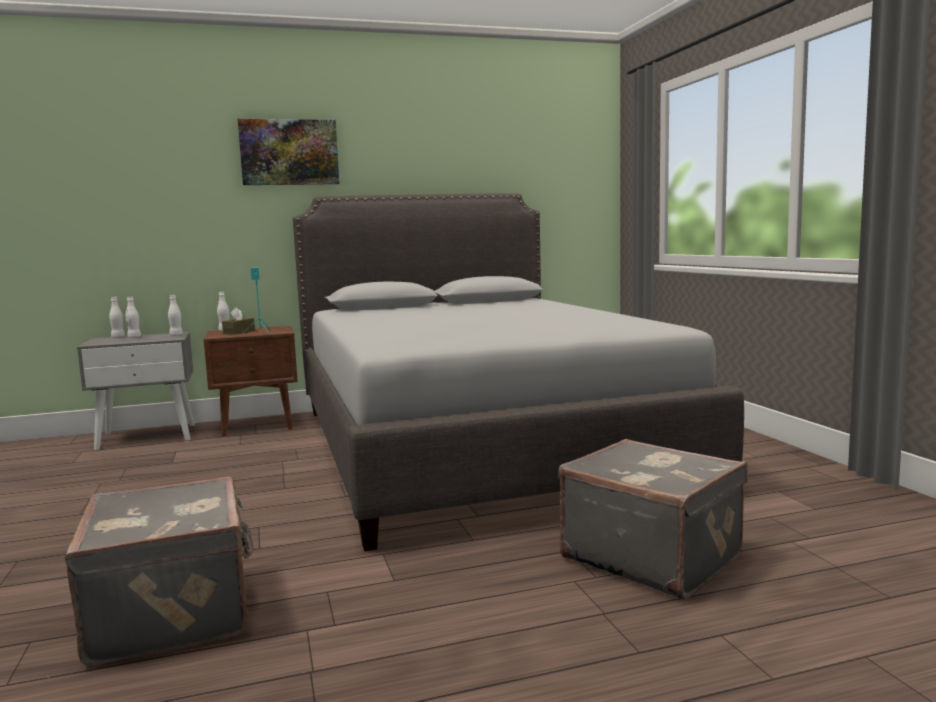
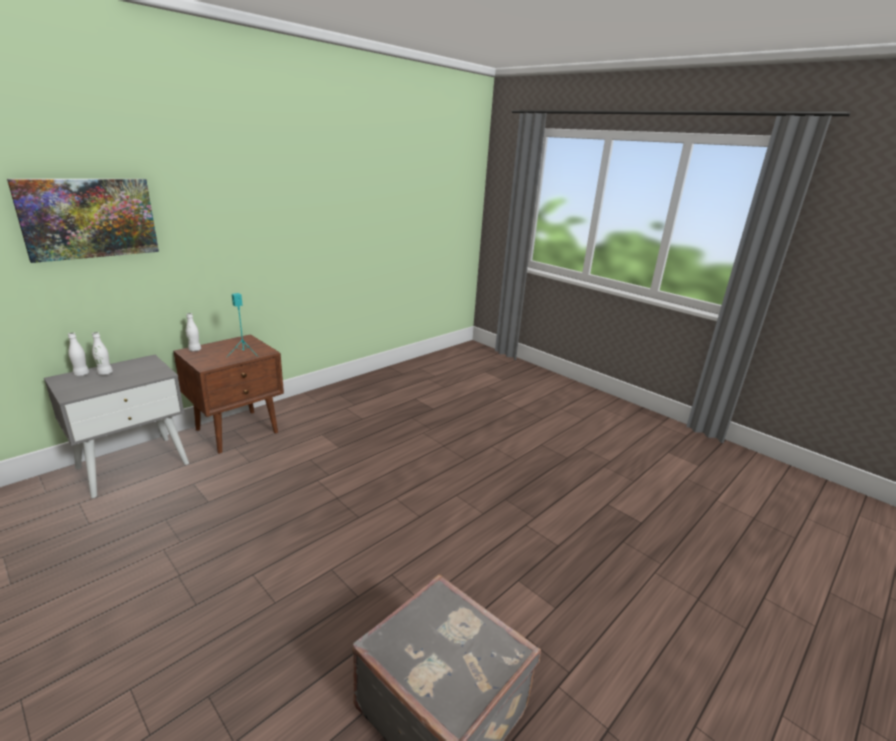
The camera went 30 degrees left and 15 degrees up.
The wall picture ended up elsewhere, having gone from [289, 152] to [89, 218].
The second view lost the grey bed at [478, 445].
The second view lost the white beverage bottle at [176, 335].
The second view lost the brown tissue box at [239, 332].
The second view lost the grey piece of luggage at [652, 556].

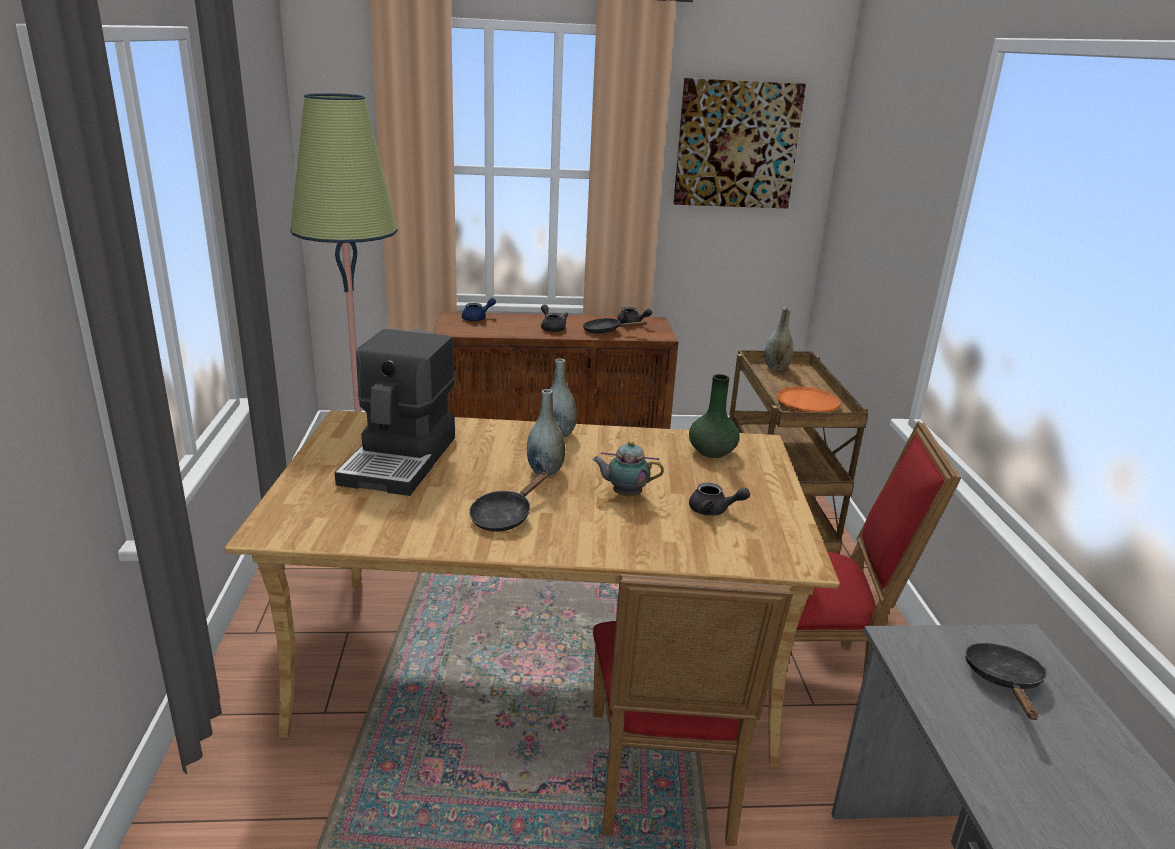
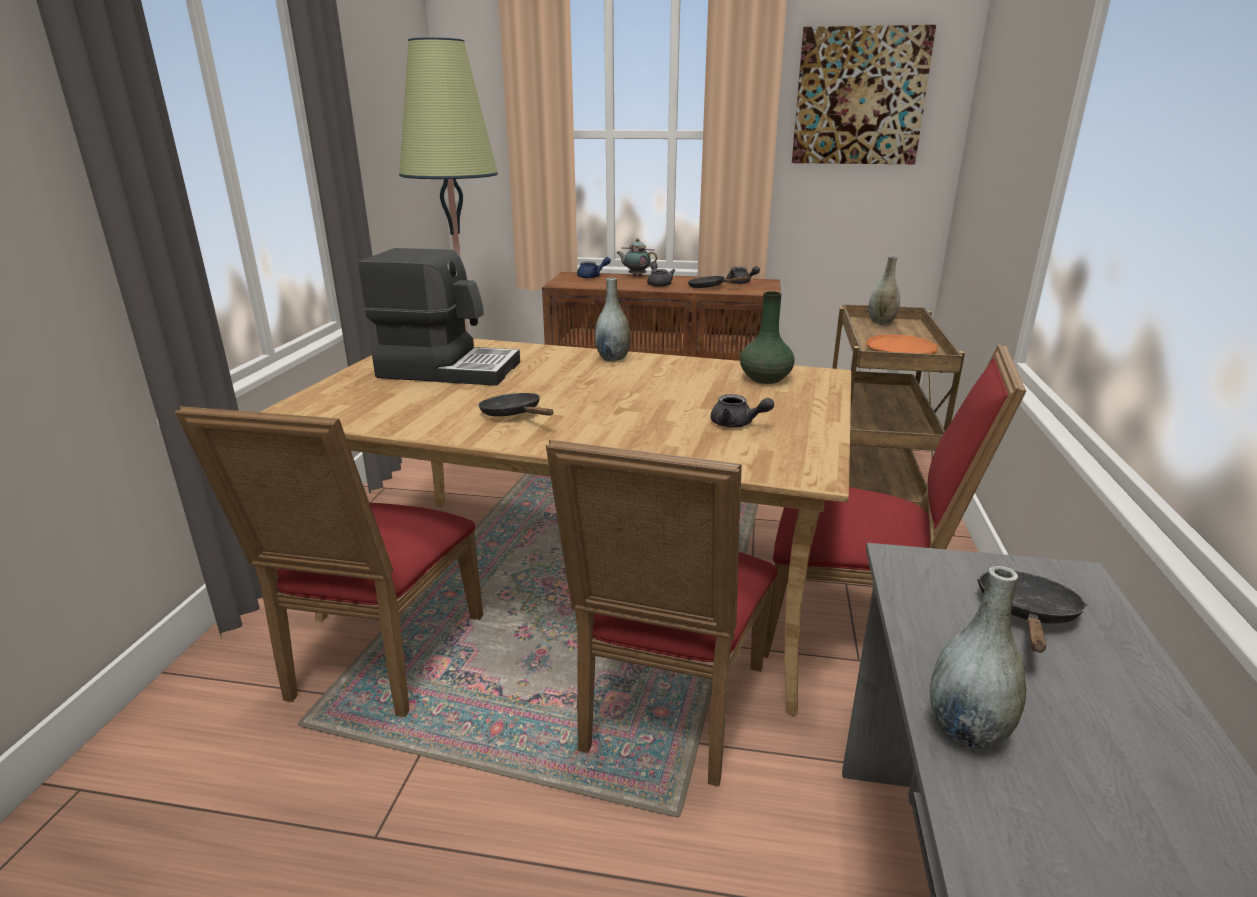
The camera went 15 degrees right and 0 degrees up.
The coffee maker at [401, 460] ended up facing another way, 105 degrees counterclockwise from before.
The grey decorative vase ended up elsewhere, having gone from [545, 471] to [966, 731].
The tea pot ended up elsewhere, having gone from [624, 494] to [636, 276].
The black frying pan at [504, 516] ended up facing another way, 90 degrees clockwise from before.
The second view gained the reddish chair at [378, 662].

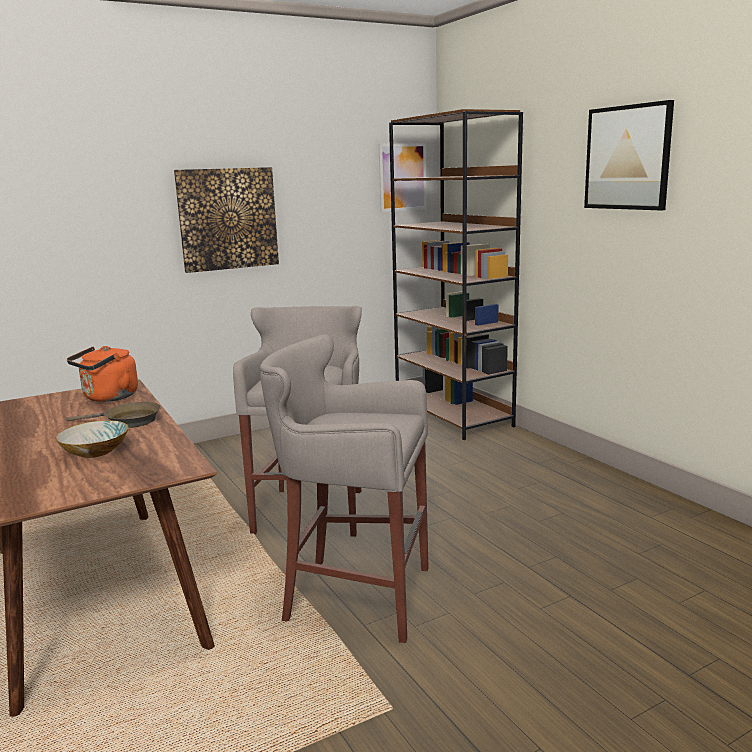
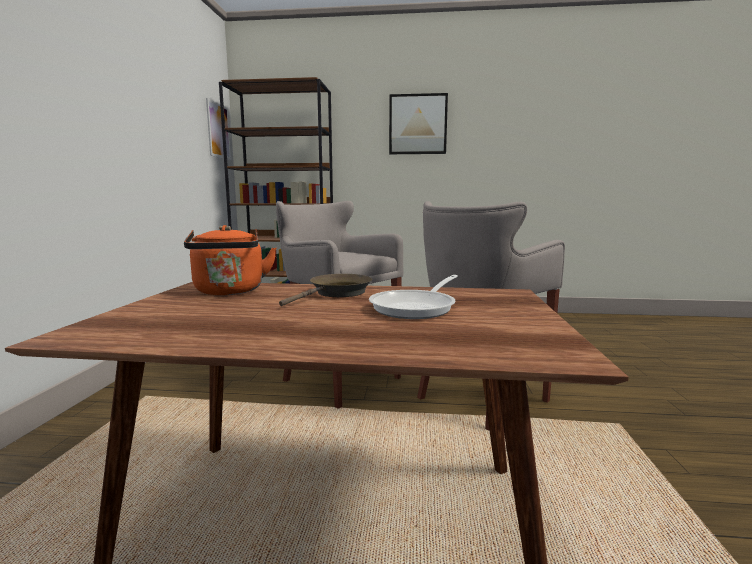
The camera went 55 degrees left and 5 degrees down.
The second view lost the wall picture at [227, 219].
Where the serving bowl stood at [95, 452], the frying pan came to stand at [417, 307].

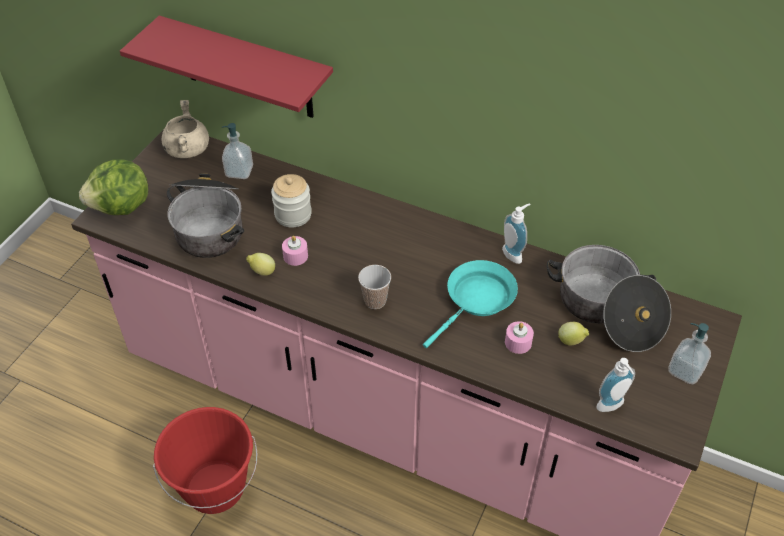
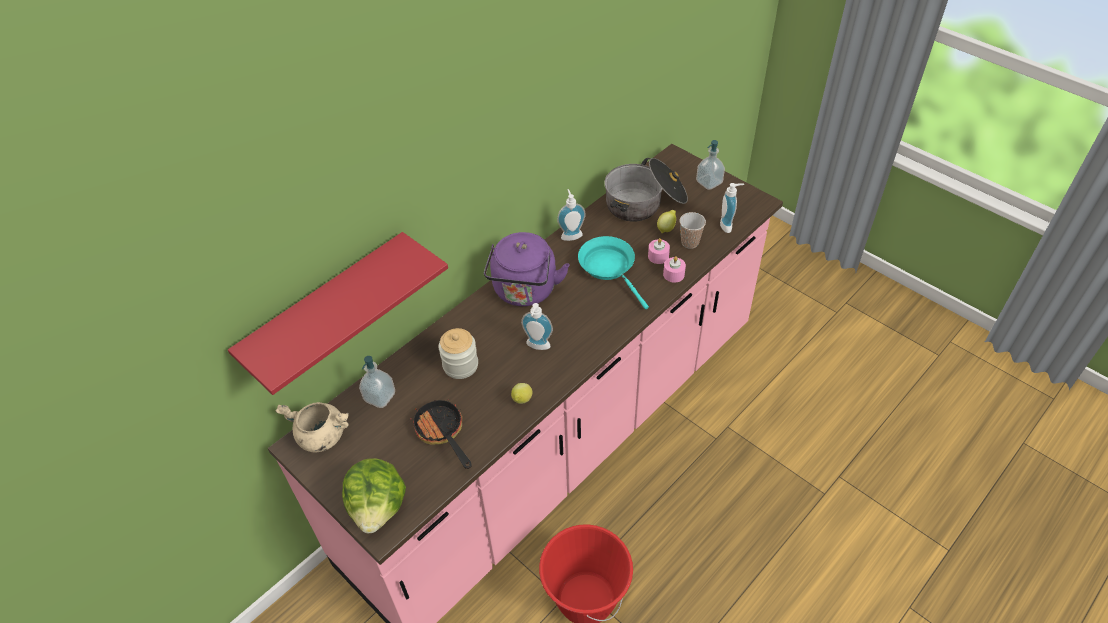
The camera went 70 degrees left and 0 degrees up.
Where the stockpot stood at [209, 225], the frying pan came to stand at [442, 432].
The pink wax light ended up elsewhere, having gone from [295, 256] to [673, 274].
The drinking cup ended up elsewhere, having gone from [375, 301] to [690, 242].
The second view gained the purplish water kettle at [524, 292].
The second view gained the soap dispenser at [537, 347].

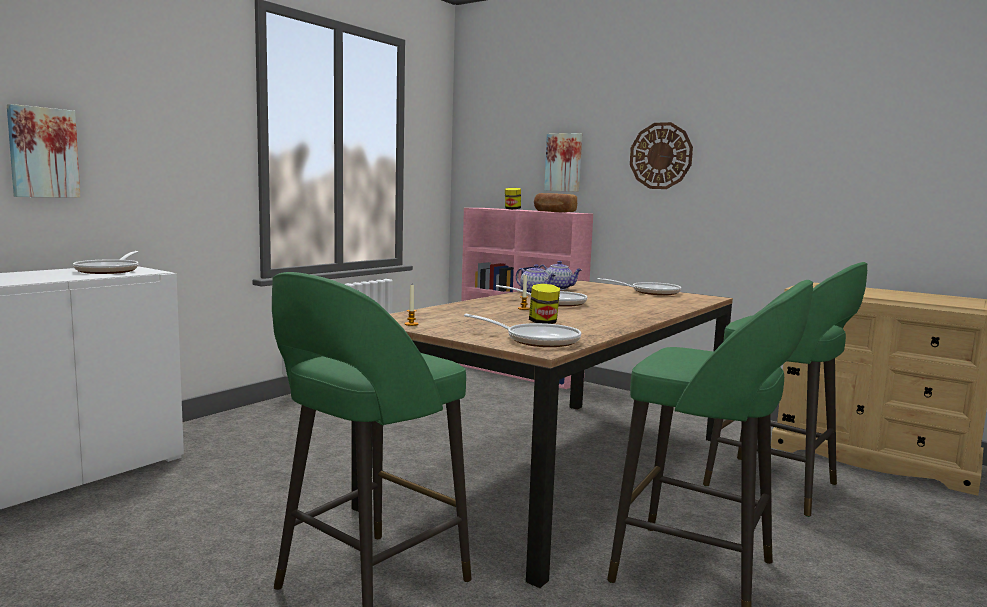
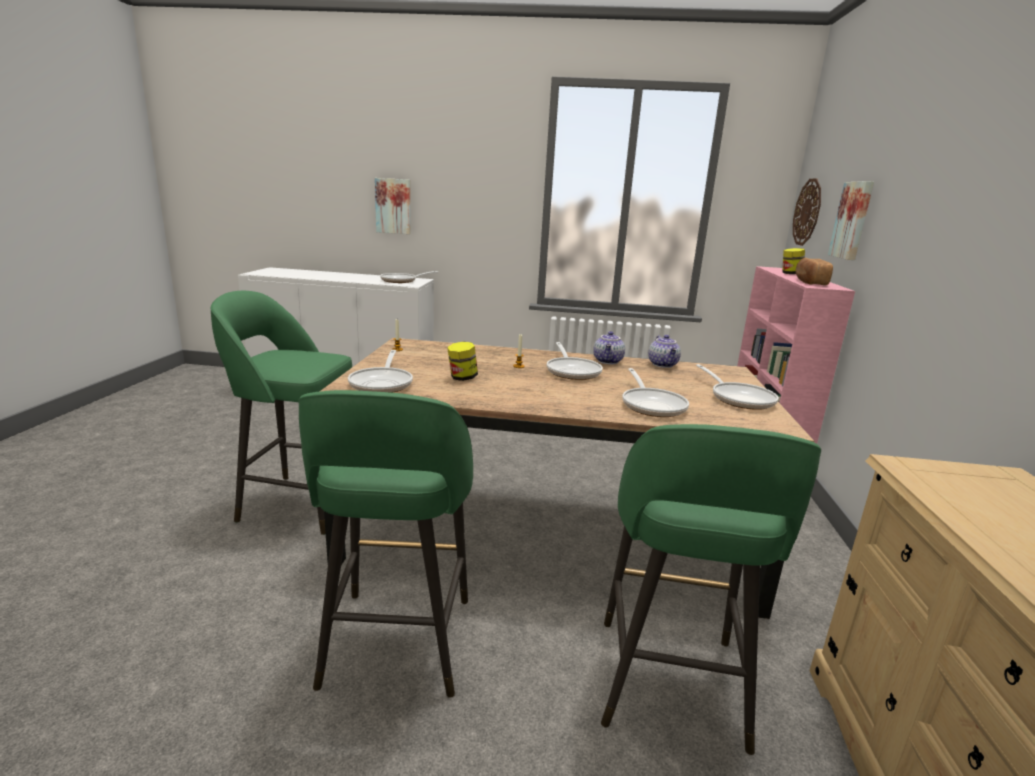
The camera went 60 degrees right and 10 degrees up.
The clock on the wall ended up elsewhere, having gone from [661, 156] to [807, 212].
The second view gained the frying pan at [652, 405].

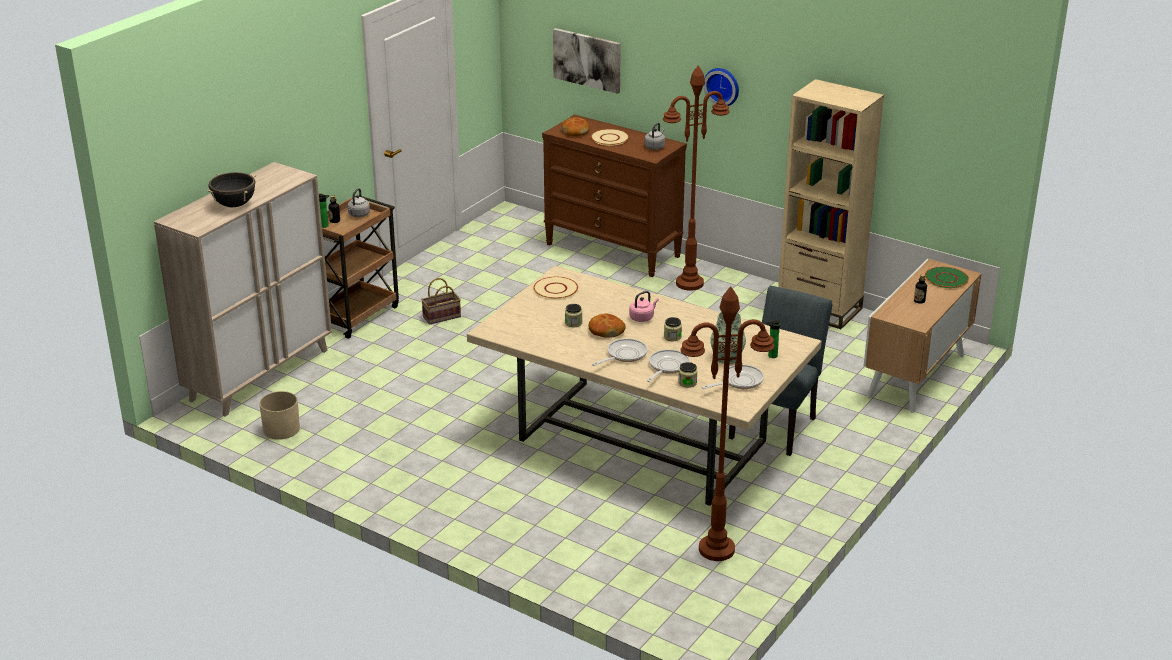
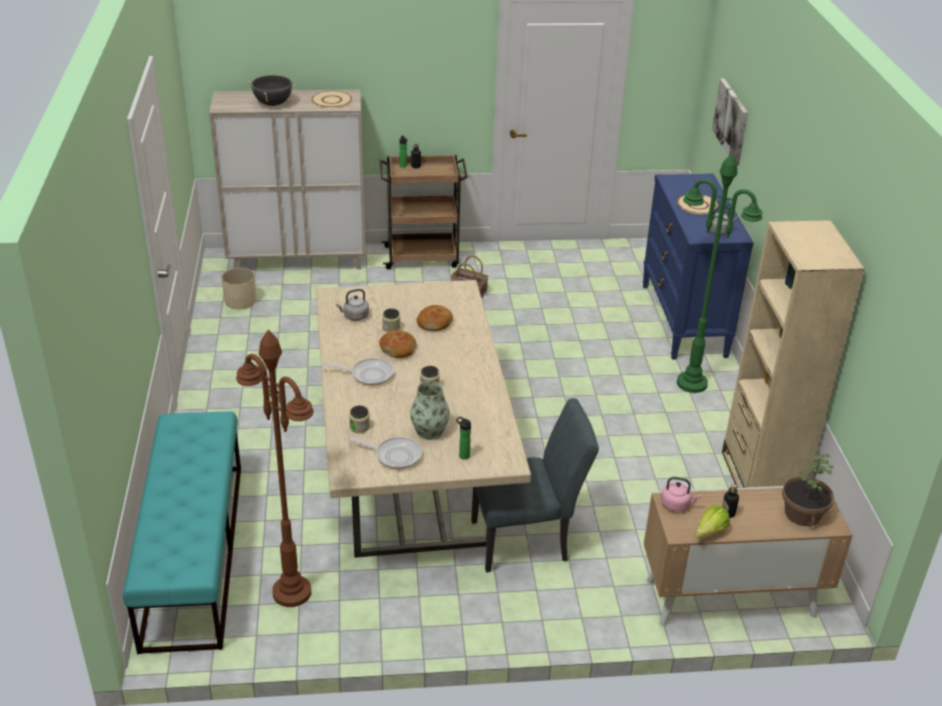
The camera went 50 degrees right and 5 degrees up.
What was the brown standard lamp at [690, 283] turned into the green-coloured standard lamp at [692, 383].
The second view lost the clock on the wall at [723, 86].
What was the brown dresser at [613, 250] turned into the bluish dresser at [684, 320].
The bakery bread ended up elsewhere, having gone from [575, 131] to [435, 323].
The grey water kettle ended up elsewhere, having gone from [358, 215] to [354, 316].
Where the green-coloured flat dish stood at [946, 278], the plant in a pot came to stand at [802, 513].
The beige-coloured flat dish ended up elsewhere, having gone from [555, 289] to [331, 100].
The pink water kettle ended up elsewhere, having gone from [642, 317] to [677, 505].
The second view lost the frying pan at [667, 367].
The second view gained the turquoise-coloured indoor bench at [193, 552].
The second view gained the head of lettuce at [707, 534].

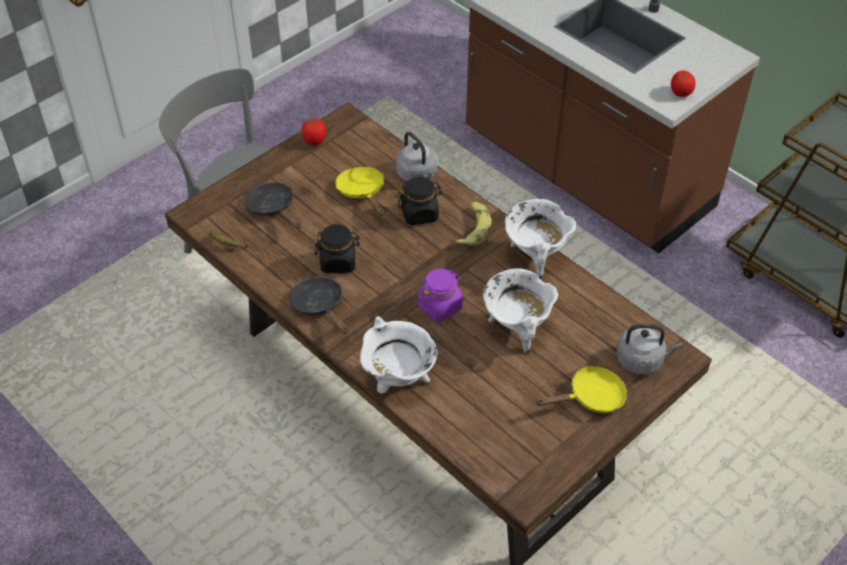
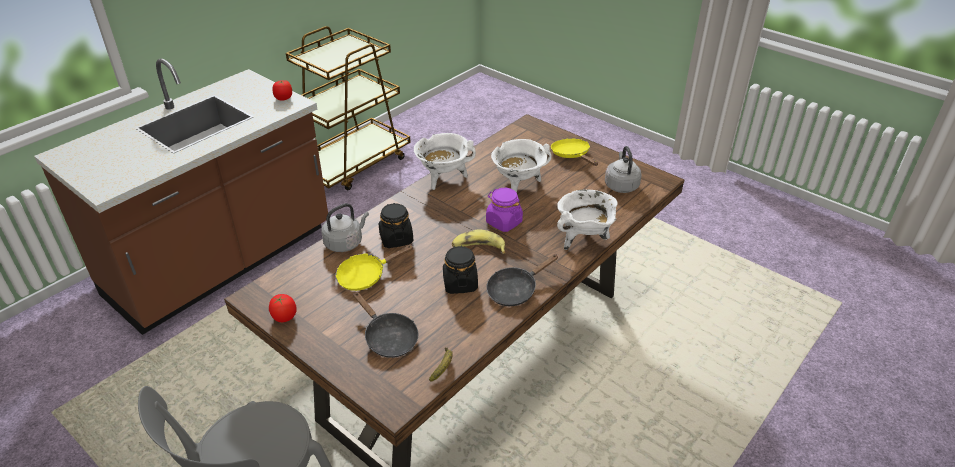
The camera went 95 degrees left and 10 degrees down.
The black frying pan at [273, 208] ended up facing another way, 90 degrees counterclockwise from before.
The whole banana ended up elsewhere, having gone from [473, 228] to [478, 248].
The grey water kettle ended up elsewhere, having gone from [642, 360] to [621, 185].

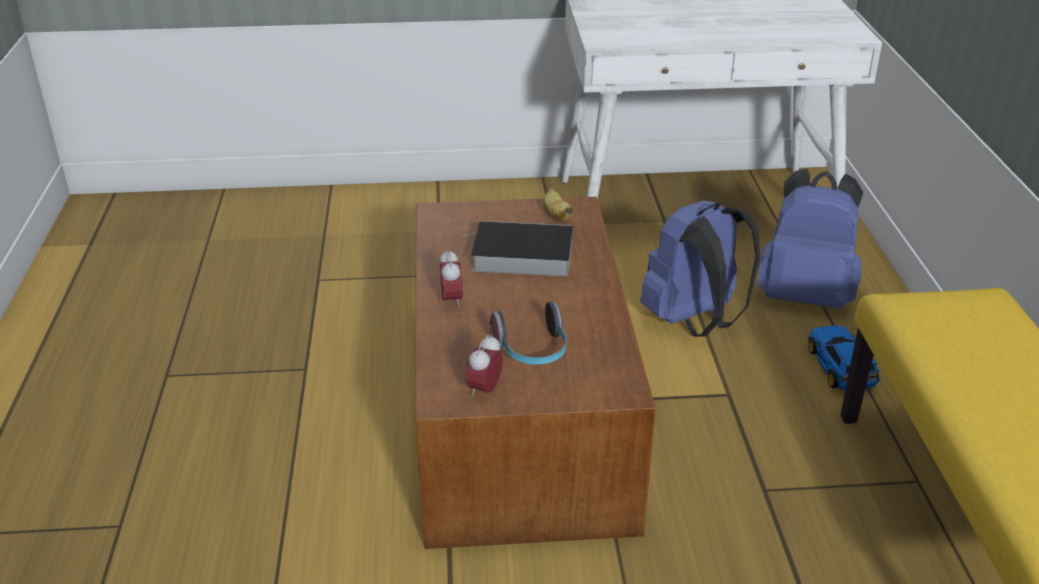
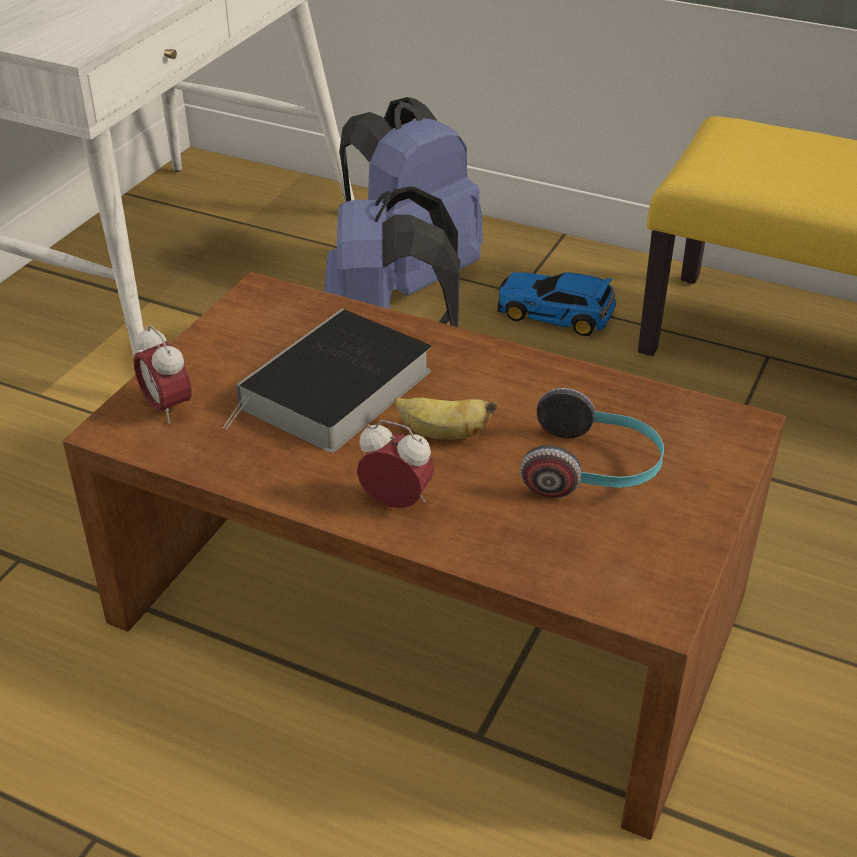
The camera went 60 degrees left and 5 degrees up.
The whole banana ended up elsewhere, having gone from [556, 215] to [442, 434].
The table clock ended up elsewhere, having gone from [484, 390] to [167, 408].

